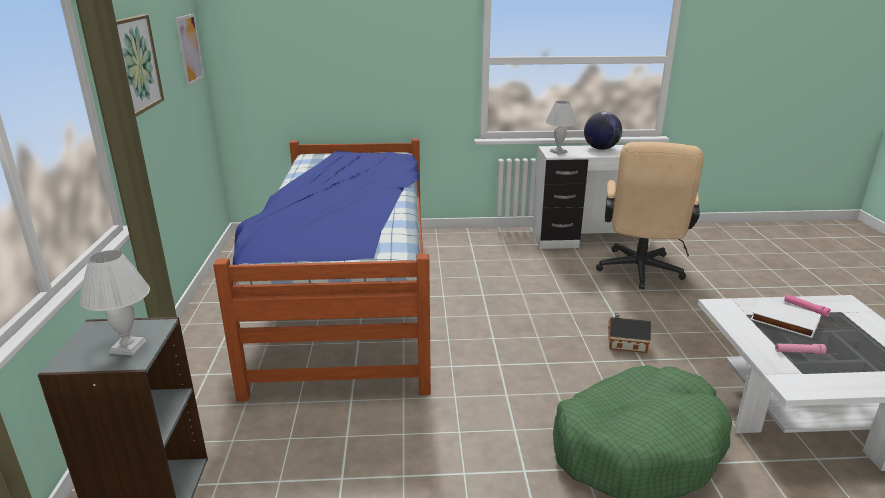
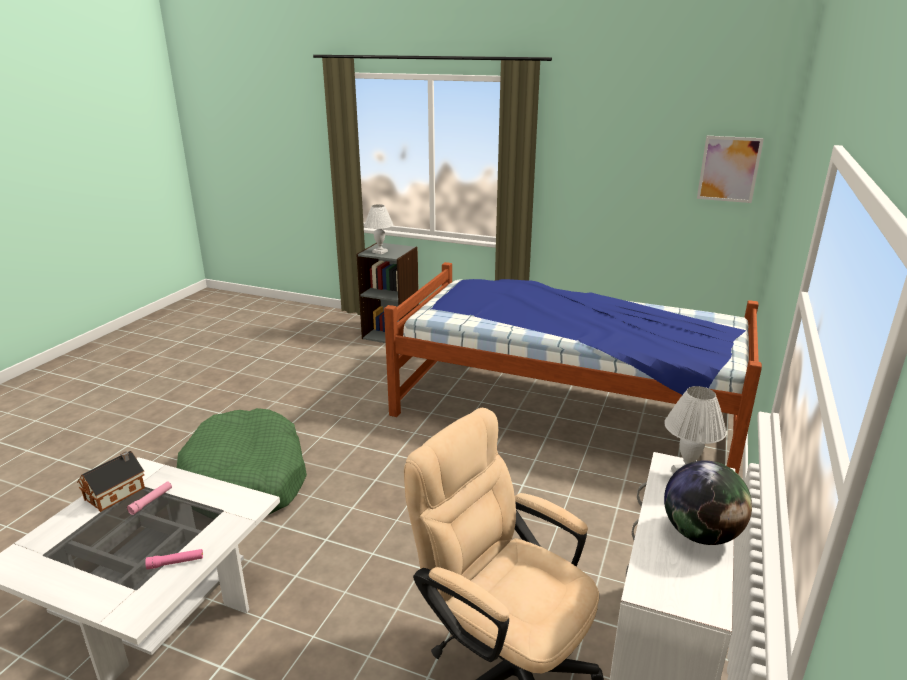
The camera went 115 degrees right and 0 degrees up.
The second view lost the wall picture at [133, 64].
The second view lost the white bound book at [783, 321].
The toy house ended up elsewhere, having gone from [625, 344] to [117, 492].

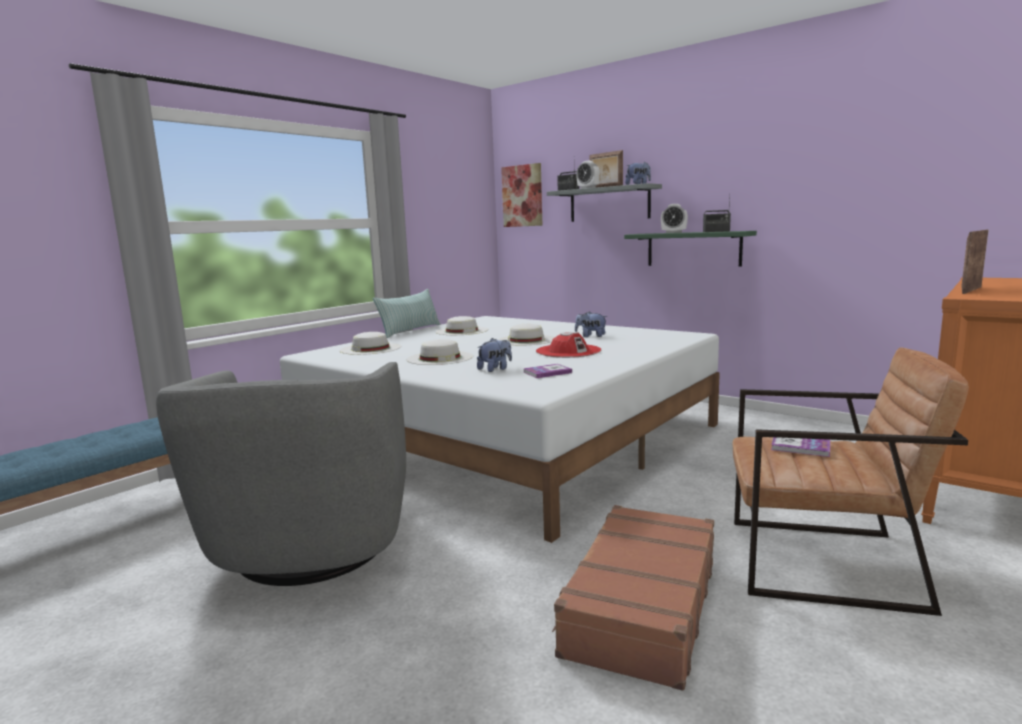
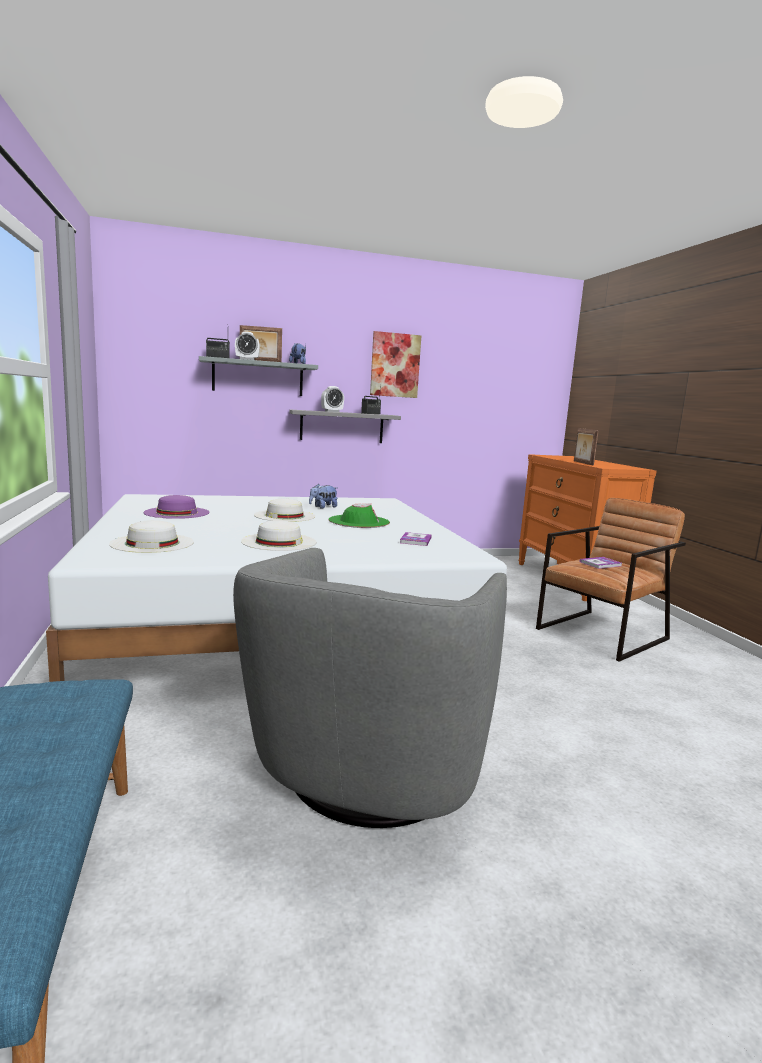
The camera went 55 degrees left and 0 degrees up.
The wall picture ended up elsewhere, having gone from [522, 196] to [395, 365].
What was the green-coloured shelf at [693, 249] turned into the grey shelf at [342, 426].
The second view lost the pillow at [410, 330].
What was the white clothing hat at [461, 331] turned into the purplish clothing hat at [176, 512].
What was the reddish clothing hat at [568, 351] turned into the green-coloured clothing hat at [359, 521].
The second view lost the cuddly toy at [495, 369].
The grey lounge chair at [312, 548] ended up facing another way, 75 degrees clockwise from before.
The second view lost the brown piece of luggage at [640, 607].

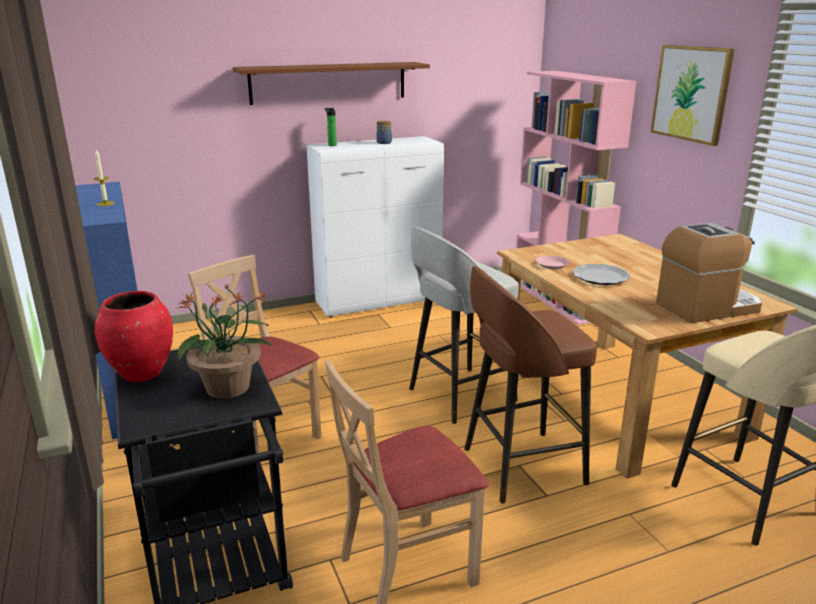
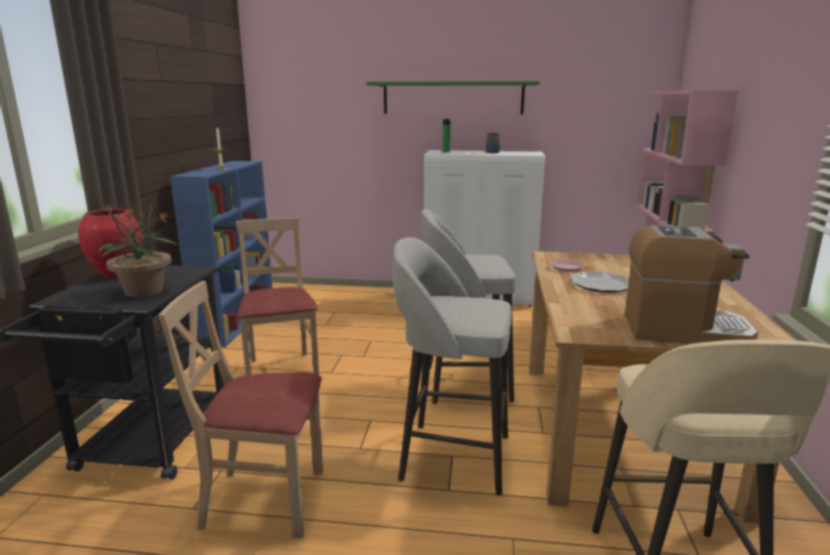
The camera went 30 degrees right and 5 degrees down.
The second view lost the wall picture at [691, 93].
What was the brown shelf at [329, 82] turned into the green-coloured shelf at [453, 98].
What was the brown sitting stool at [520, 466] turned into the grey sitting stool at [451, 456].

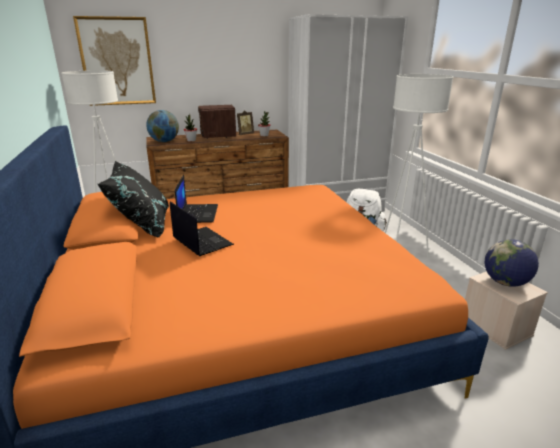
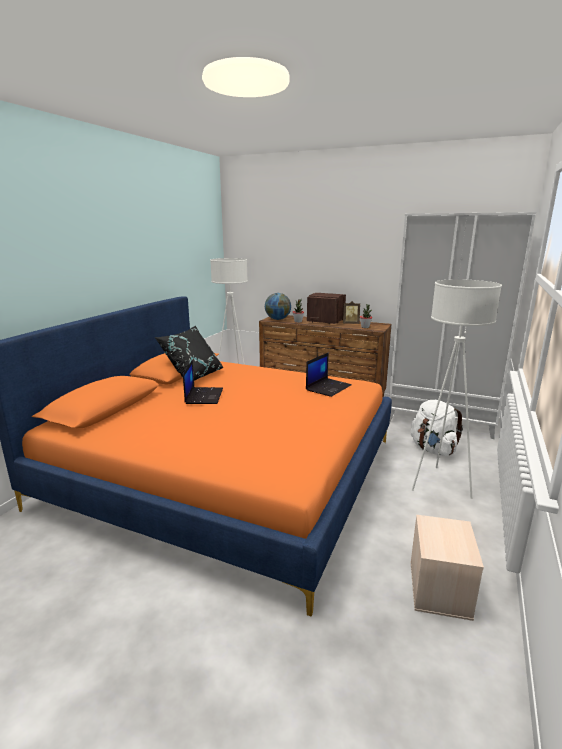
The camera went 40 degrees right and 5 degrees down.
The second view lost the wall picture at [117, 62].
The laptop ended up elsewhere, having gone from [198, 213] to [328, 387].
The second view lost the desk globe at [505, 282].

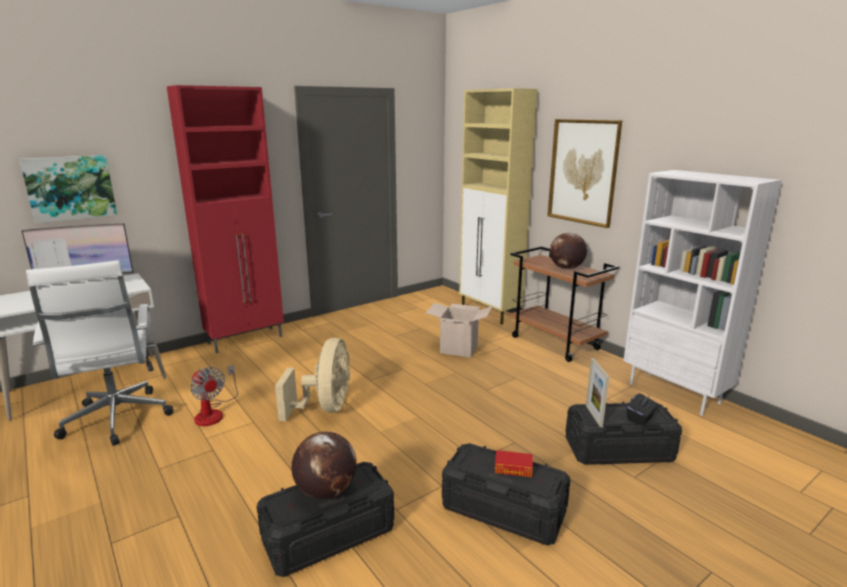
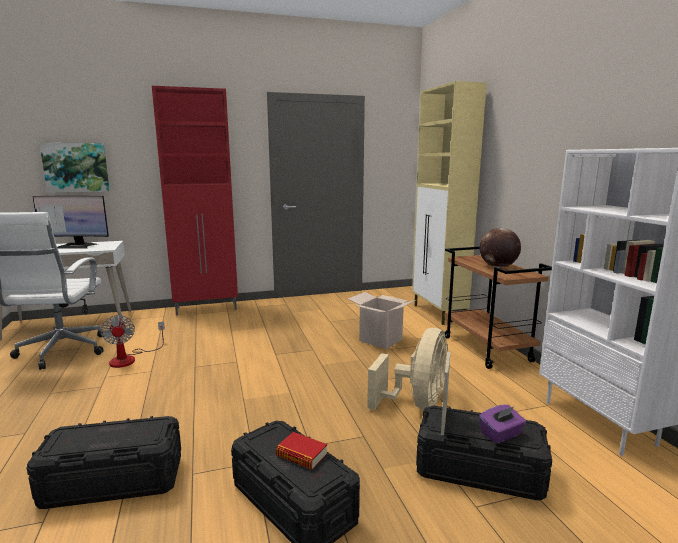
The camera went 20 degrees right and 5 degrees down.
The second view lost the wall picture at [583, 172].
The beige-coloured electric fan ended up elsewhere, having gone from [325, 408] to [417, 403].
What was the black tissue box at [640, 418] turned into the purplish tissue box at [501, 434].
The second view lost the desk globe at [326, 491].

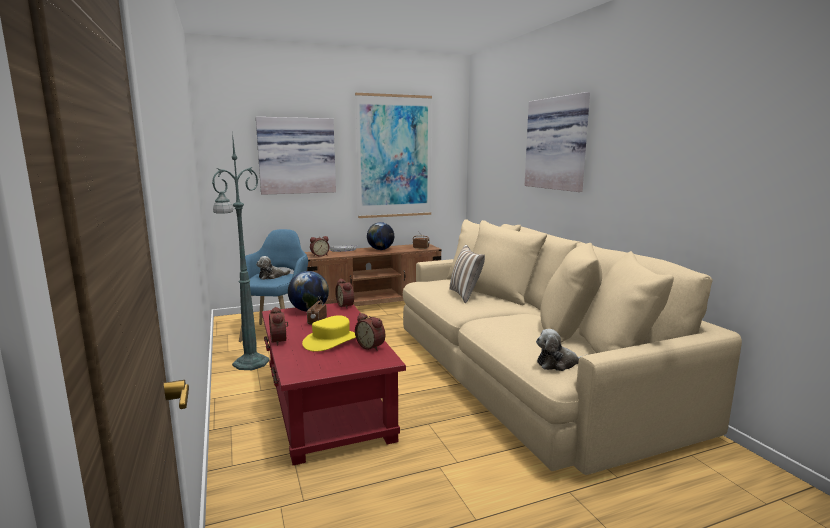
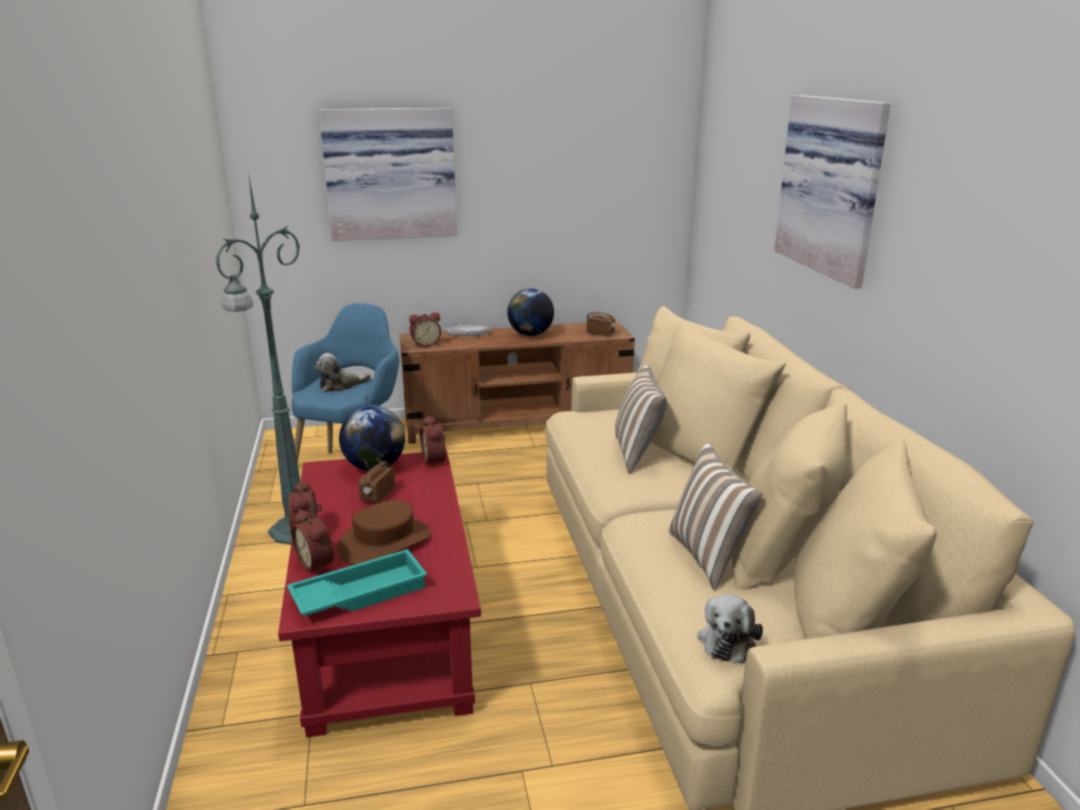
The camera went 10 degrees right and 10 degrees up.
The second view lost the wall picture at [394, 157].
The table clock ended up elsewhere, having gone from [371, 346] to [318, 563].
What was the yellow-coloured clothing hat at [331, 341] turned into the brown clothing hat at [384, 542].
The cuddly toy at [558, 364] ended up facing another way, 75 degrees counterclockwise from before.
The second view gained the pillow at [708, 557].
The second view gained the turquoise-coloured serving tray at [360, 592].

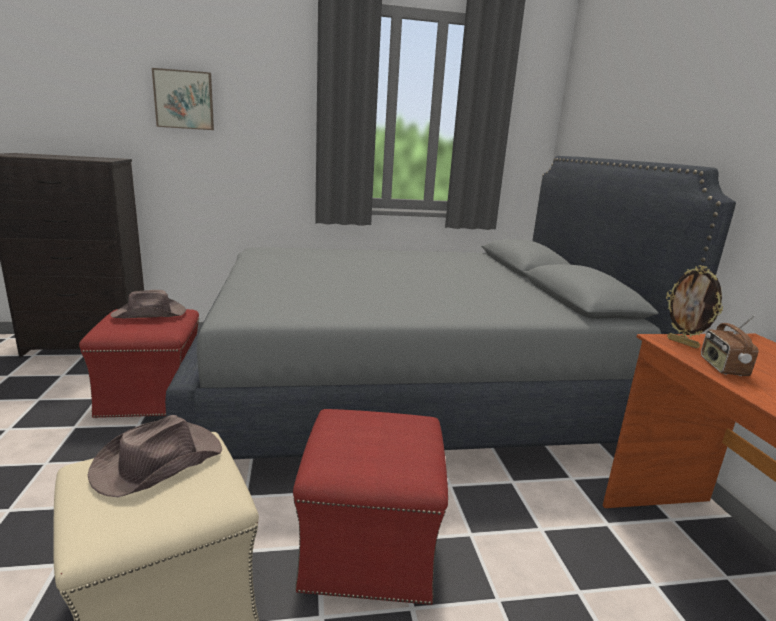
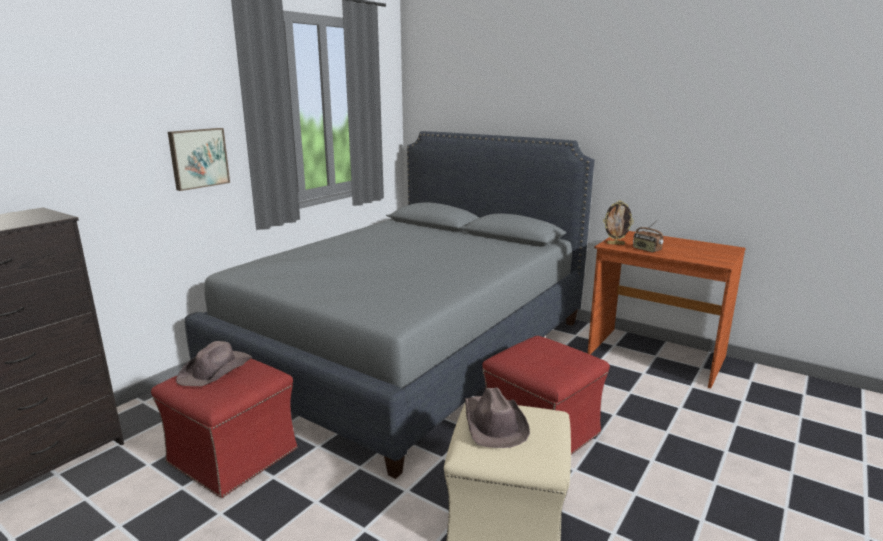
The camera went 45 degrees left and 0 degrees up.
The wall picture ended up elsewhere, having gone from [184, 100] to [198, 158].

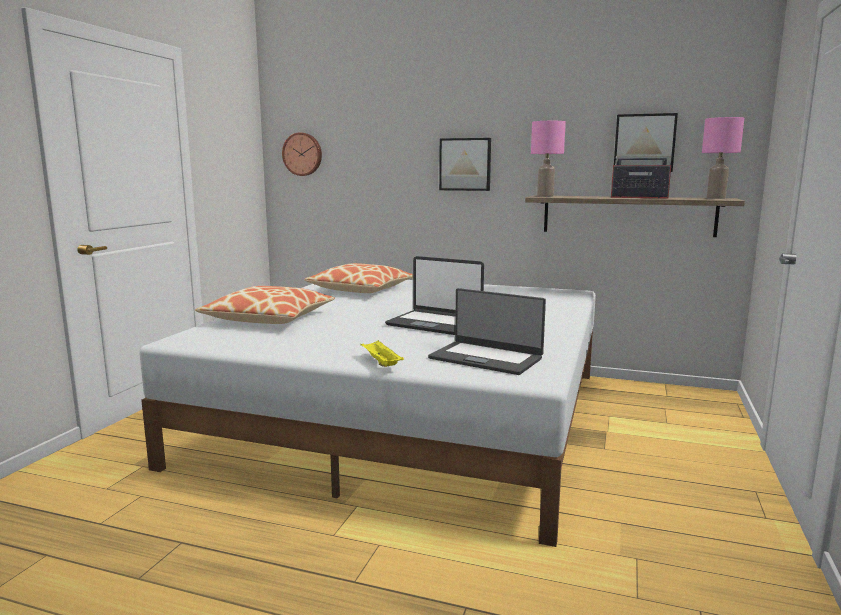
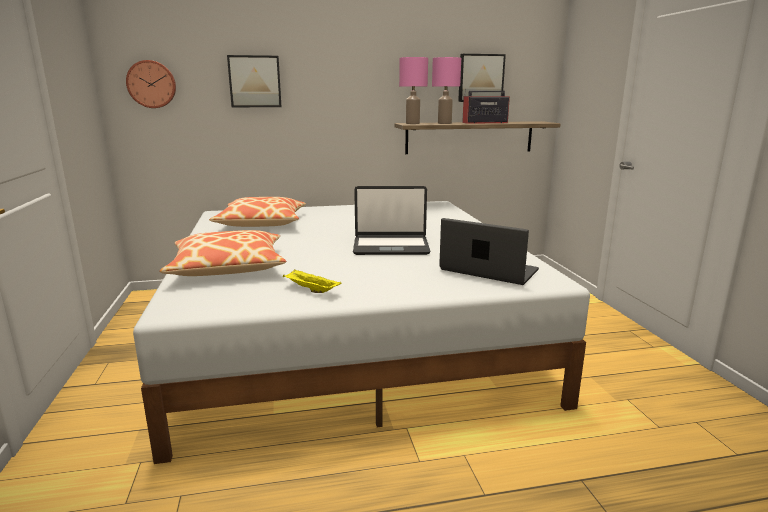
The camera went 30 degrees left and 5 degrees up.
The pink tabletop lamp ended up elsewhere, having gone from [716, 198] to [445, 123].
The wall picture ended up elsewhere, having gone from [465, 164] to [255, 81].
The laptop at [486, 358] ended up facing another way, 150 degrees counterclockwise from before.
The yellow-coloured serving tray ended up elsewhere, having gone from [381, 363] to [310, 290].

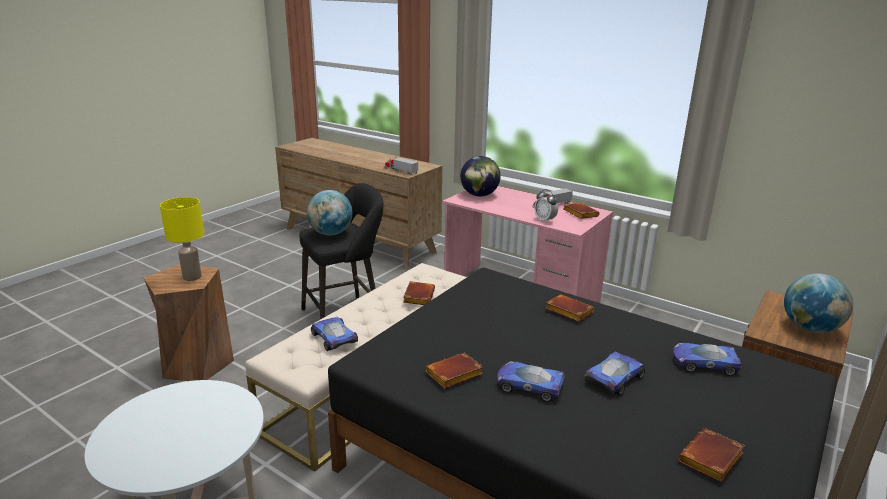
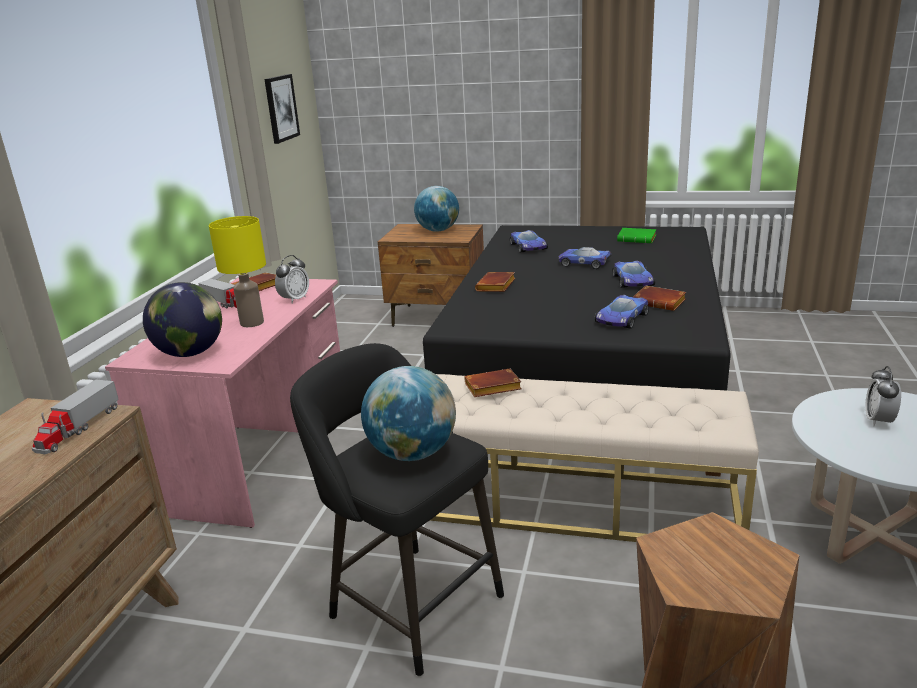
The camera went 110 degrees left and 0 degrees up.
The yellow-coloured tabletop lamp ended up elsewhere, having gone from [192, 277] to [252, 322].
The toy car ended up elsewhere, having gone from [334, 337] to [621, 319].
What was the brown bound book at [711, 461] turned into the green-coloured bound book at [638, 239].
The second view gained the wall picture at [281, 108].
The second view gained the table clock at [878, 421].

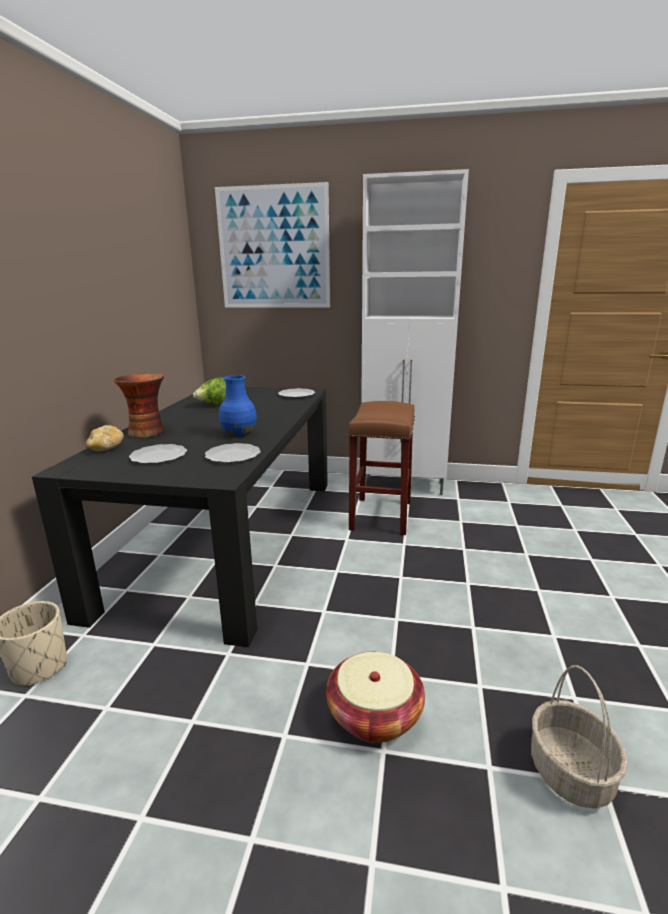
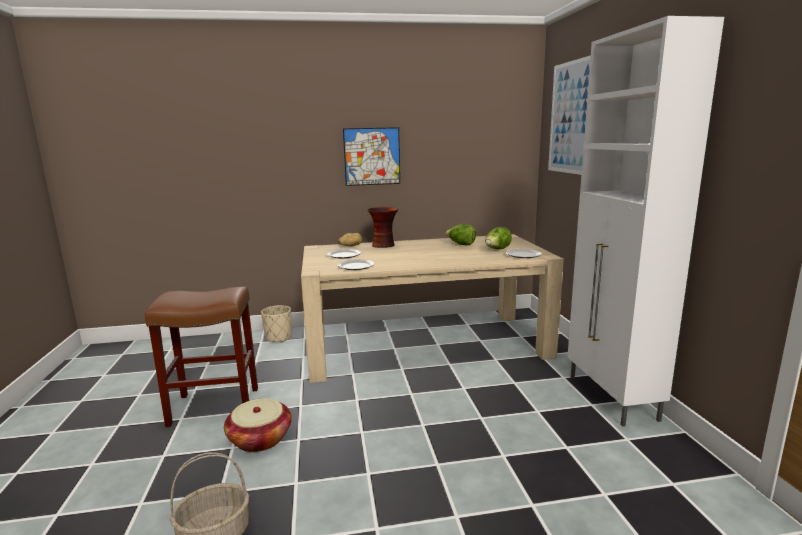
The camera went 70 degrees right and 5 degrees down.
The second view lost the bluish decorative vase at [239, 434].
What was the black dining table at [229, 538] turned into the beige-coloured dining table at [424, 344].
The brown sitting stool ended up elsewhere, having gone from [381, 516] to [213, 407].
The second view gained the wall picture at [372, 156].
The second view gained the head of lettuce at [497, 250].

